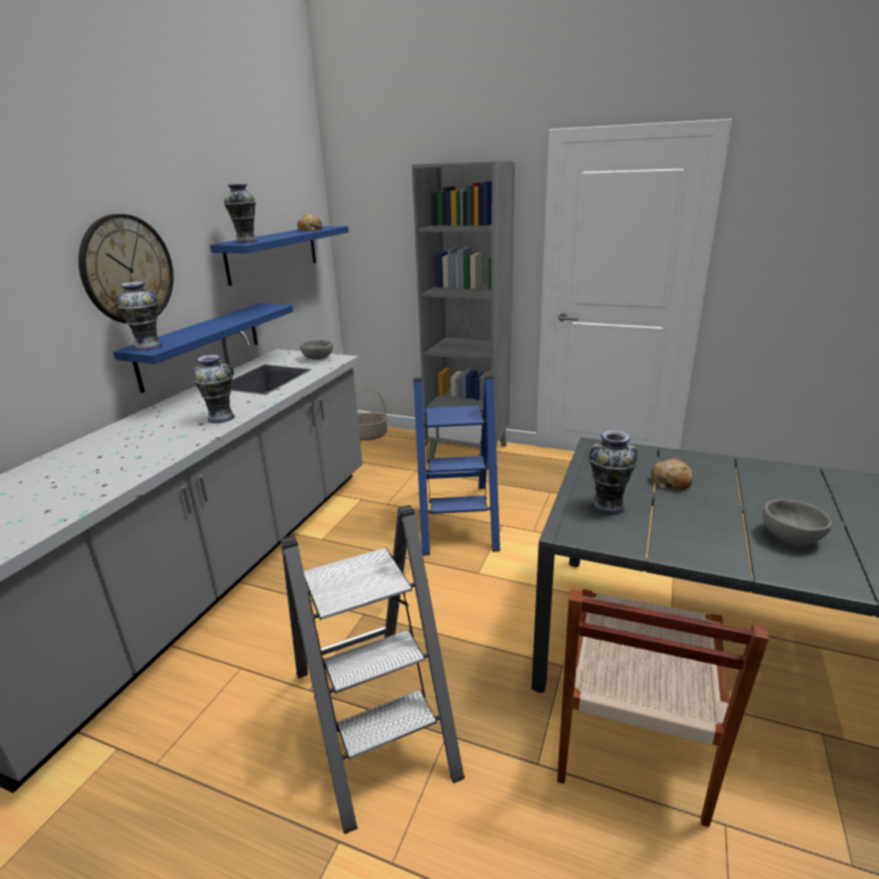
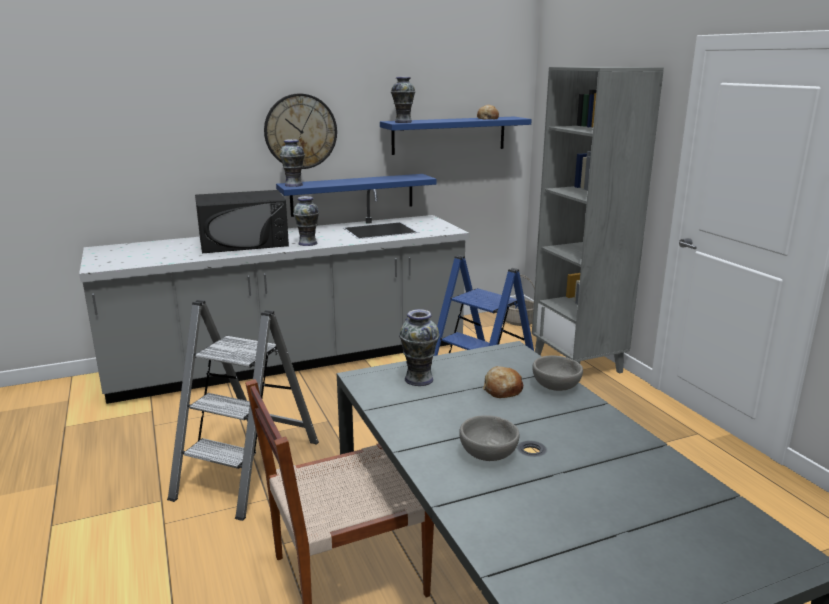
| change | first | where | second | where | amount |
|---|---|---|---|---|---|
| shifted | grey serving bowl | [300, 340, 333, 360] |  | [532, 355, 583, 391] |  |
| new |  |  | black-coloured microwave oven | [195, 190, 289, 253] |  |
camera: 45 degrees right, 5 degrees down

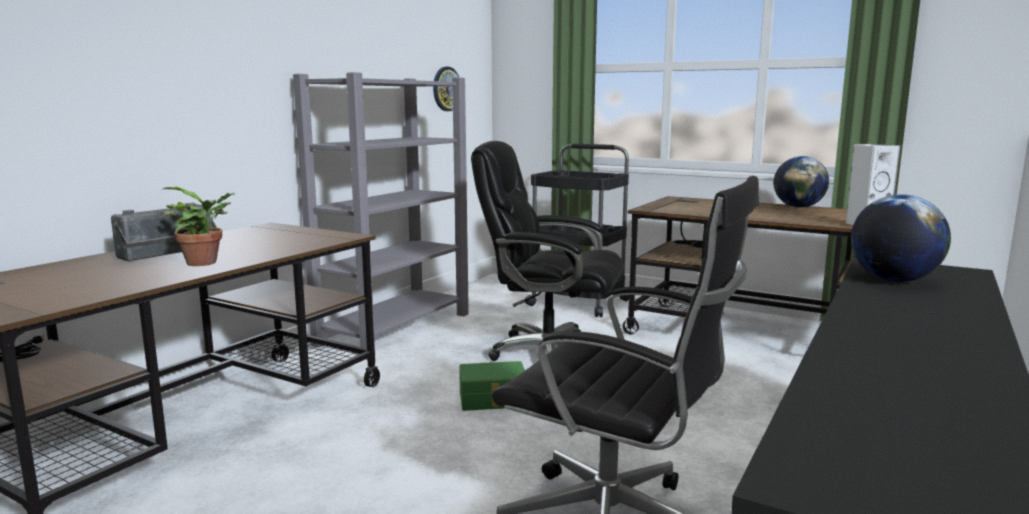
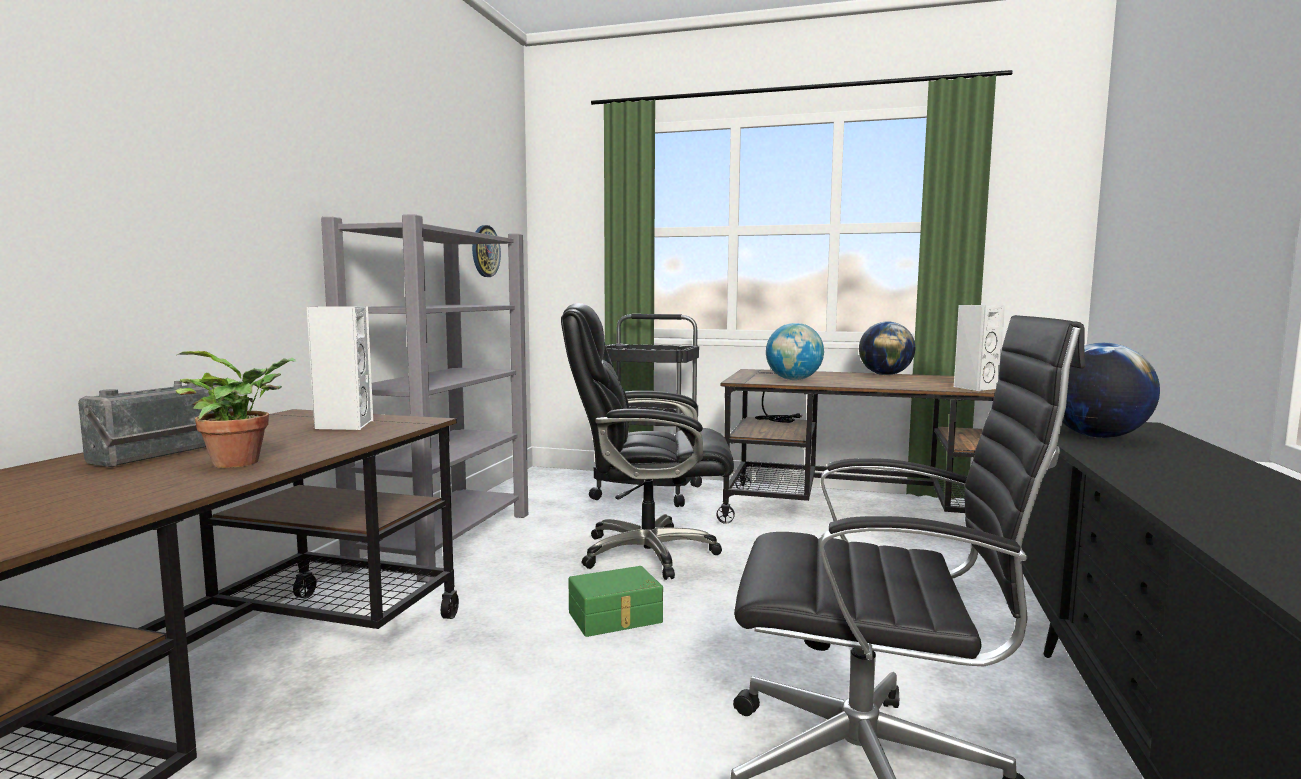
| change | first | where | second | where | amount |
|---|---|---|---|---|---|
| new |  |  | white audio speaker | [307, 306, 373, 430] |  |
| new |  |  | desk globe | [766, 323, 824, 380] |  |
camera: 15 degrees left, 5 degrees down

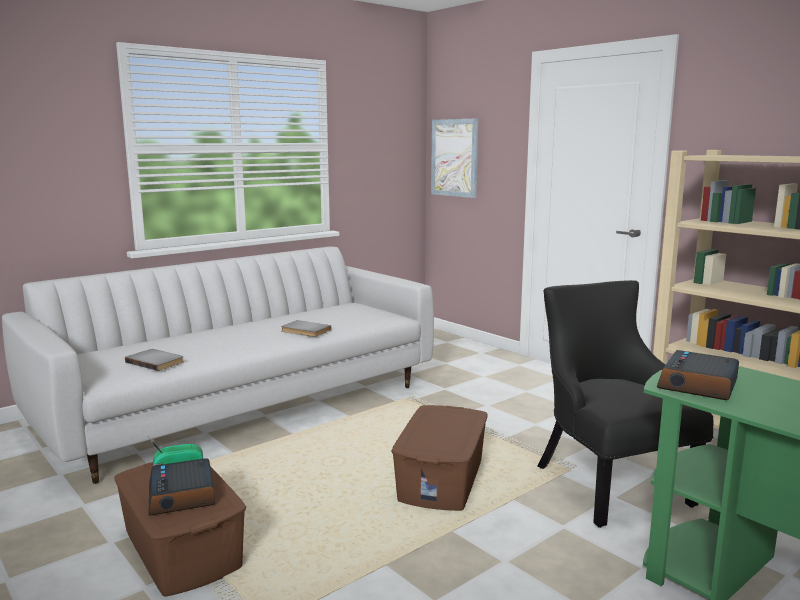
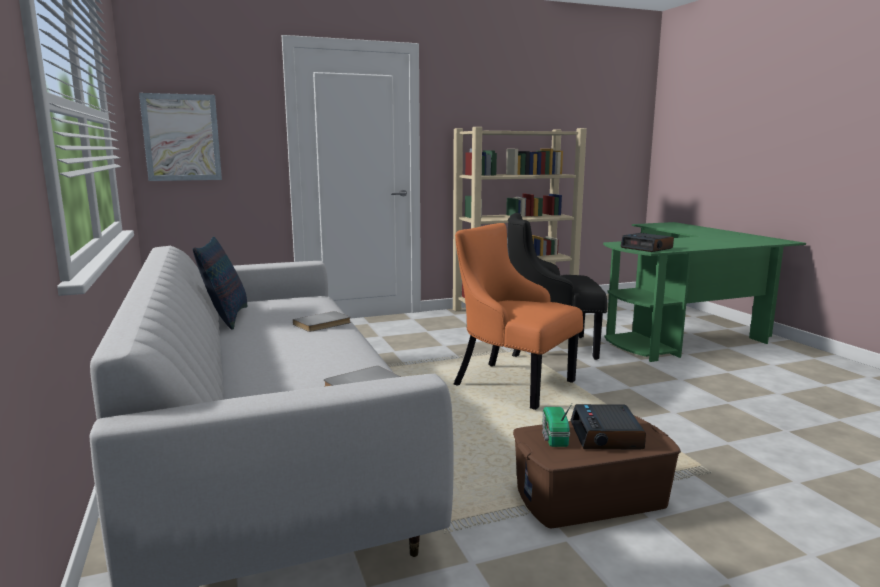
| change | first | where | second | where | amount |
|---|---|---|---|---|---|
| rotated | bedside clock | [149, 458, 215, 516] |  | [570, 404, 646, 449] | 90 degrees clockwise |
| swapped | brown storage box | [391, 405, 488, 511] | orange plain chair | [453, 223, 583, 410] |  |
| new |  |  | blue throw pillow | [193, 236, 247, 329] |  |
camera: 70 degrees left, 0 degrees up

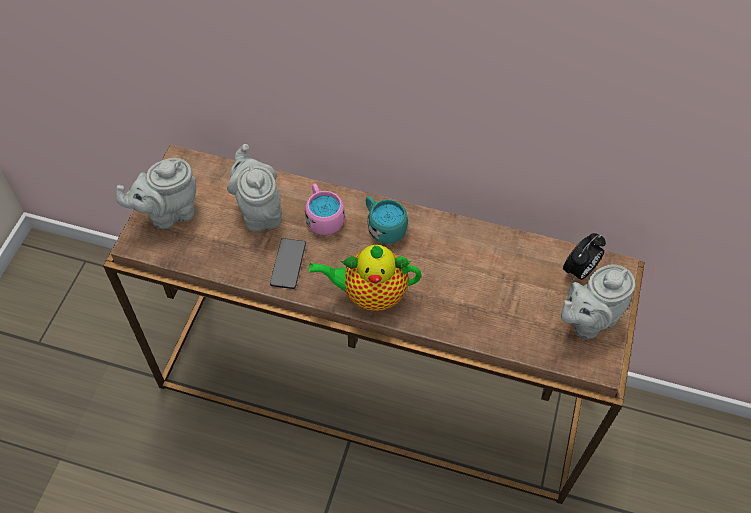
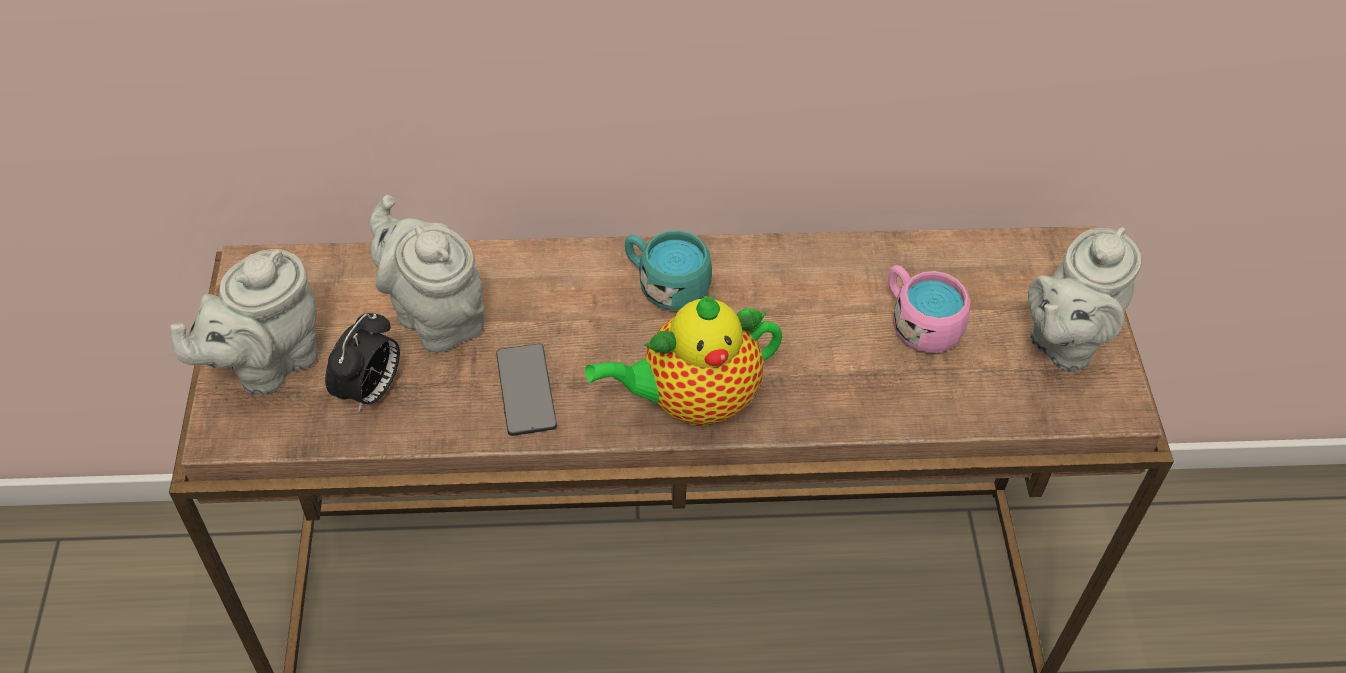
| change | first | where | second | where | amount |
|---|---|---|---|---|---|
| shifted | pink mug | [305, 184, 345, 235] |  | [888, 265, 971, 353] |  |
| shifted | bedside clock | [563, 233, 606, 281] |  | [325, 313, 400, 412] |  |
camera: 20 degrees left, 5 degrees down

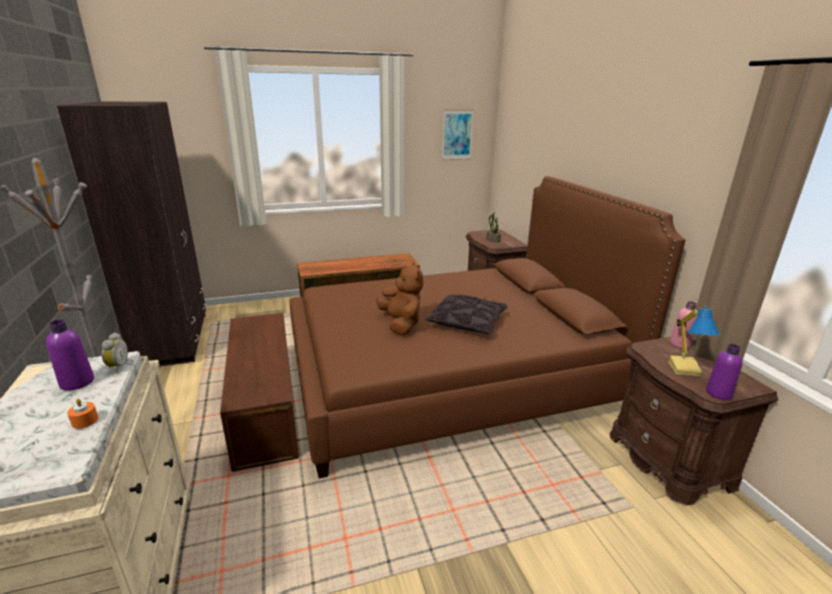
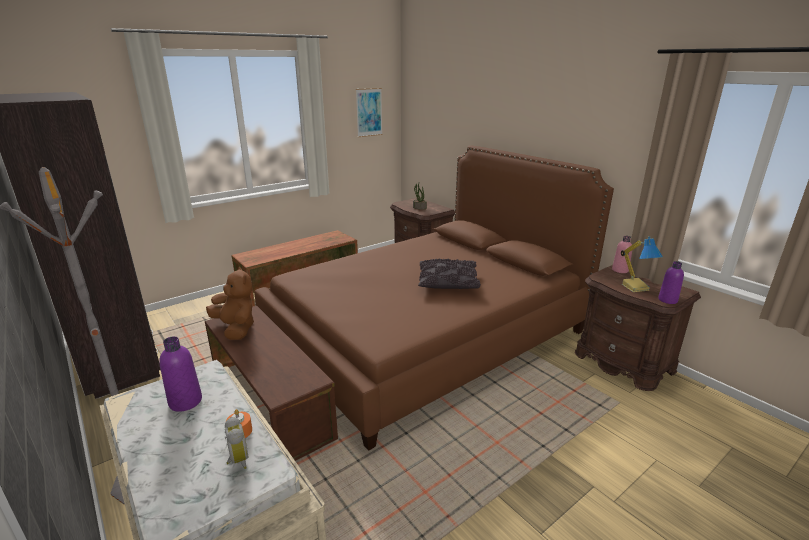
| change | first | where | second | where | amount |
|---|---|---|---|---|---|
| shifted | bedside clock | [102, 332, 128, 373] |  | [225, 417, 248, 469] |  |
| shifted | brown soft toy | [377, 262, 423, 335] |  | [206, 267, 254, 340] |  |
camera: 20 degrees left, 0 degrees up

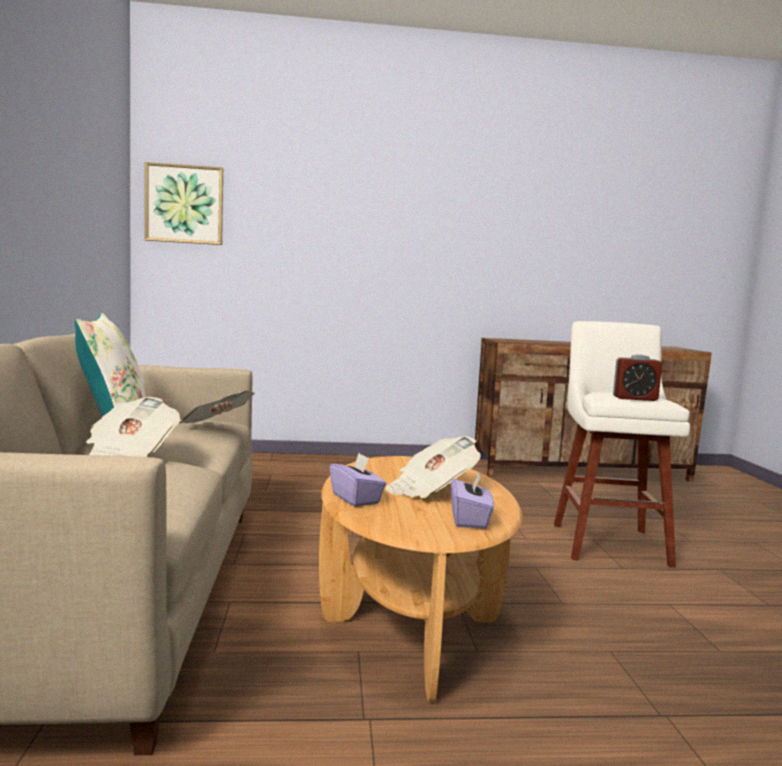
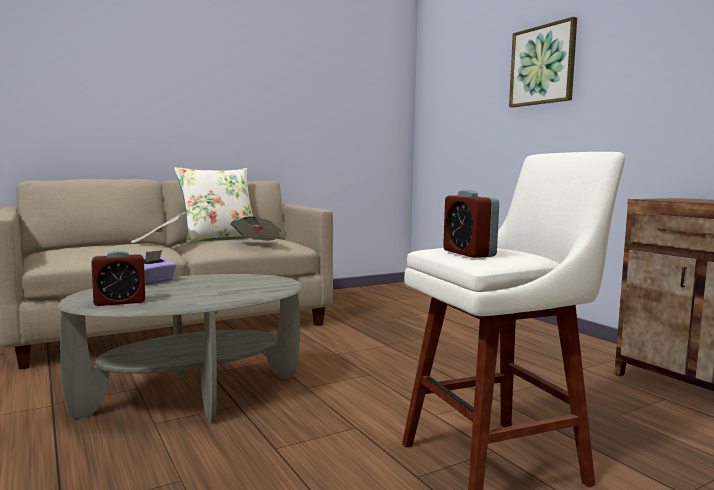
| change | first | where | second | where | amount |
|---|---|---|---|---|---|
| shifted | picture | [145, 162, 223, 245] |  | [509, 17, 577, 107] |  |
| repainted | brown low table | [319, 456, 523, 701] | grey low table | [57, 274, 303, 423] |  |
| gone | newspaper | [385, 436, 481, 498] |  |  |  |
| swapped | purple-coloured box of tissues | [451, 473, 494, 529] | bedside clock | [91, 251, 145, 306] |  |
camera: 65 degrees right, 0 degrees up

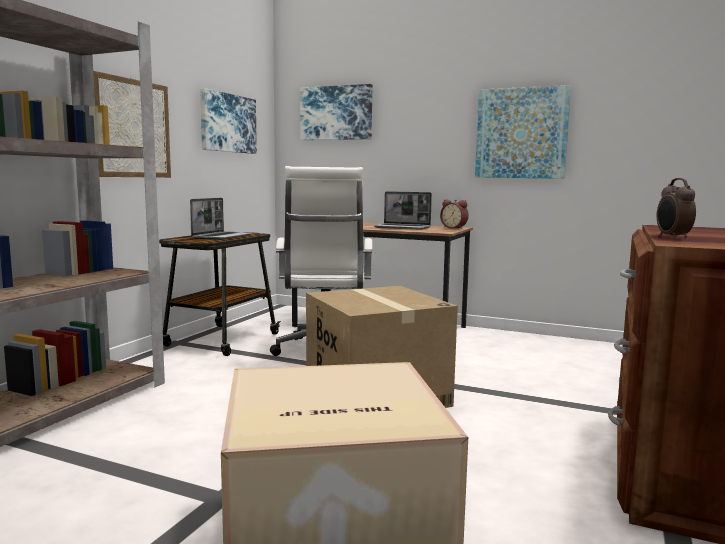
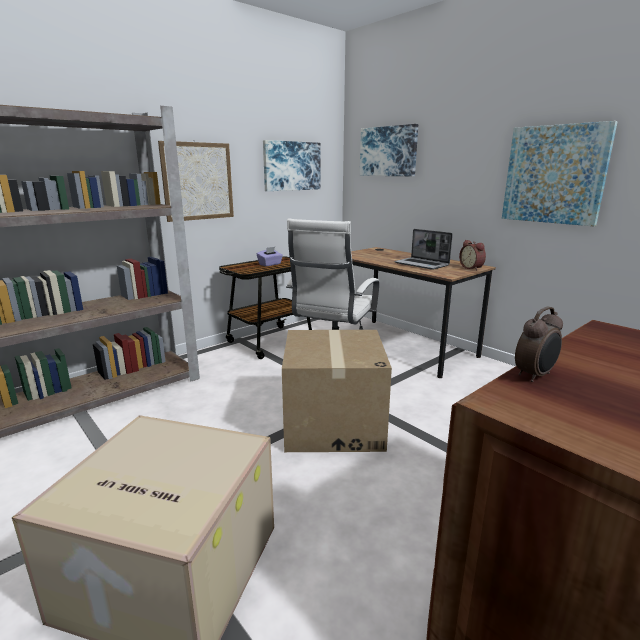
| change | first | where | second | where | amount |
|---|---|---|---|---|---|
| swapped | portable computer | [190, 198, 253, 240] | purple-coloured box of tissues | [257, 247, 283, 266] |  |
| rotated | bedside clock | [657, 178, 696, 239] |  | [515, 307, 563, 382] | 150 degrees counterclockwise |
camera: 25 degrees right, 10 degrees up

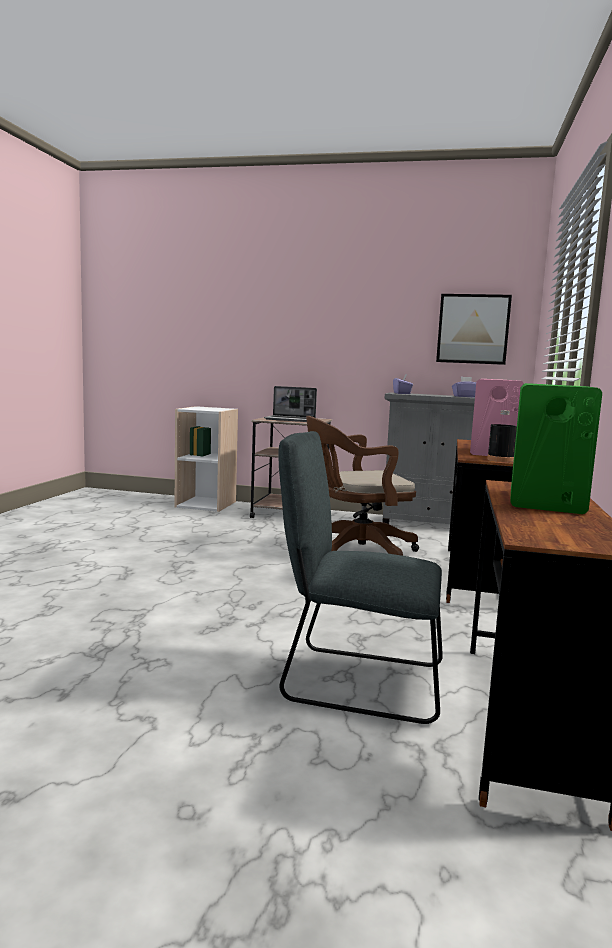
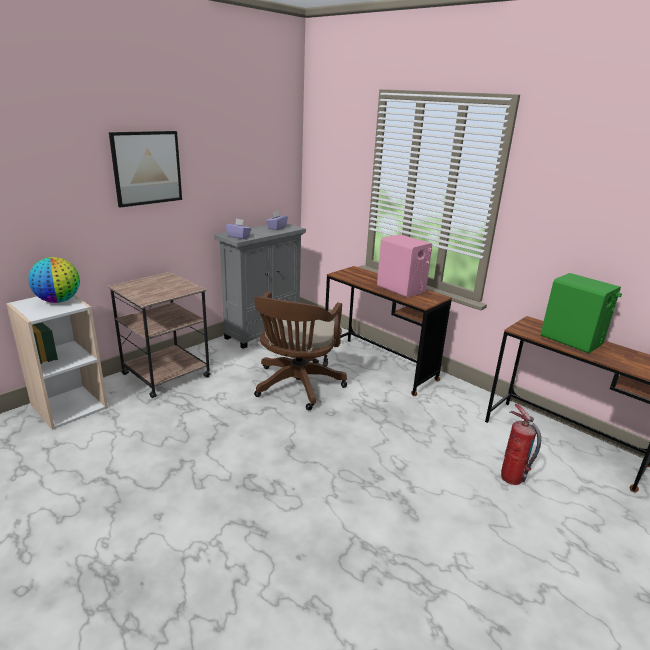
| change | first | where | second | where | amount |
|---|---|---|---|---|---|
| gone | portable computer | [264, 386, 317, 422] |  |  |  |
| swapped | grey plain chair | [278, 431, 443, 724] | extinguisher | [501, 404, 541, 485] |  |
| shifted | picture | [436, 294, 512, 365] |  | [109, 131, 182, 207] |  |
| gone | black-coloured beverage bottle | [487, 410, 517, 462] |  |  |  |
| new |  |  | desk globe | [28, 257, 80, 303] |  |
camera: 60 degrees left, 15 degrees up

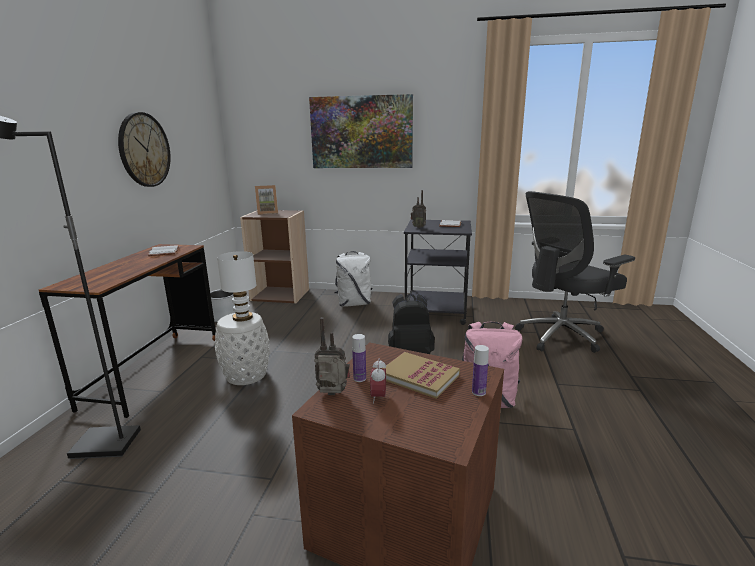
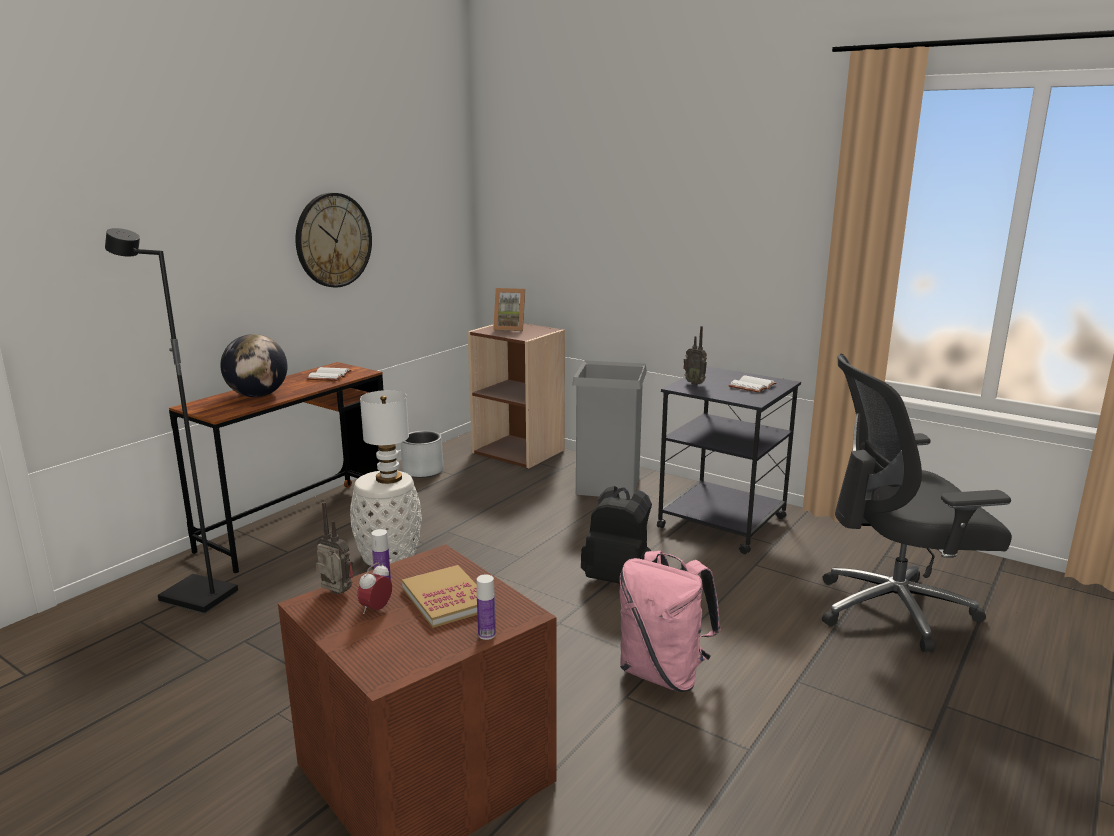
| change | first | where | second | where | amount |
|---|---|---|---|---|---|
| gone | picture | [309, 94, 413, 168] |  |  |  |
| swapped | white knapsack | [334, 251, 372, 307] | grey waste bin | [572, 361, 647, 499] |  |
| new |  |  | desk globe | [220, 334, 288, 397] |  |
camera: 25 degrees right, 0 degrees up

